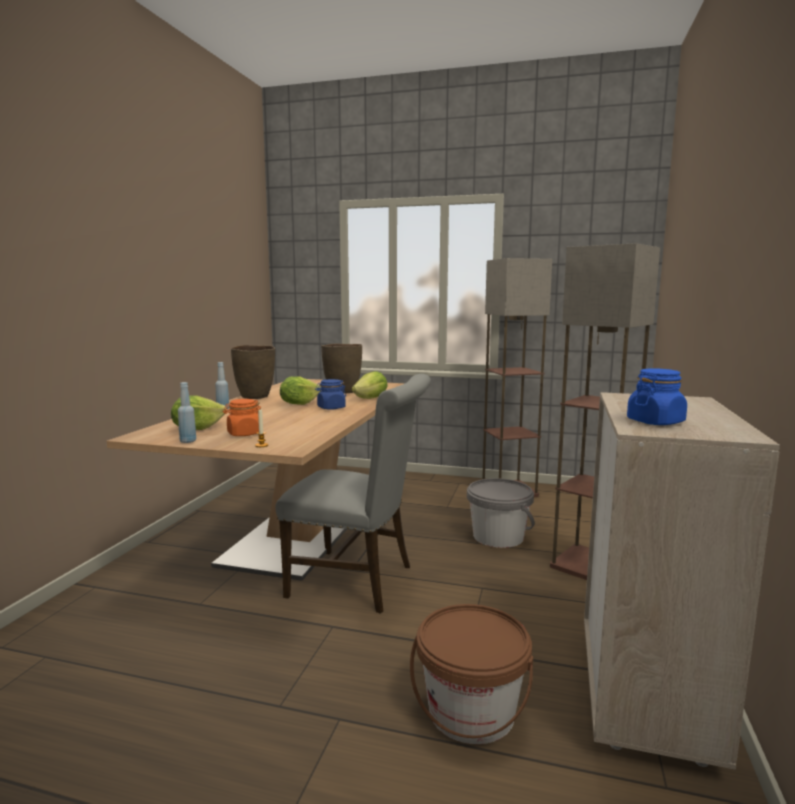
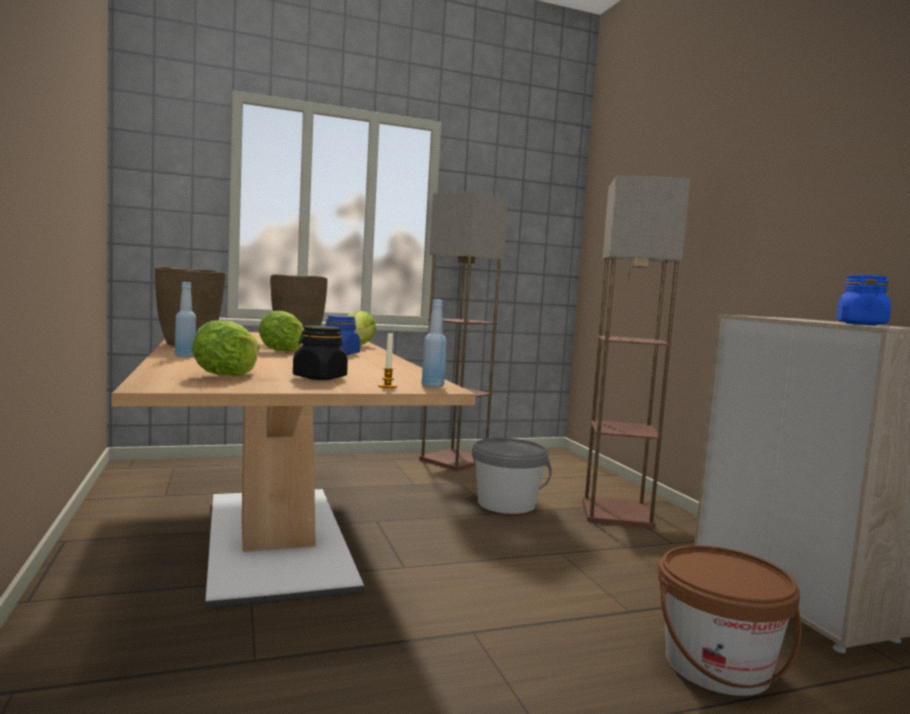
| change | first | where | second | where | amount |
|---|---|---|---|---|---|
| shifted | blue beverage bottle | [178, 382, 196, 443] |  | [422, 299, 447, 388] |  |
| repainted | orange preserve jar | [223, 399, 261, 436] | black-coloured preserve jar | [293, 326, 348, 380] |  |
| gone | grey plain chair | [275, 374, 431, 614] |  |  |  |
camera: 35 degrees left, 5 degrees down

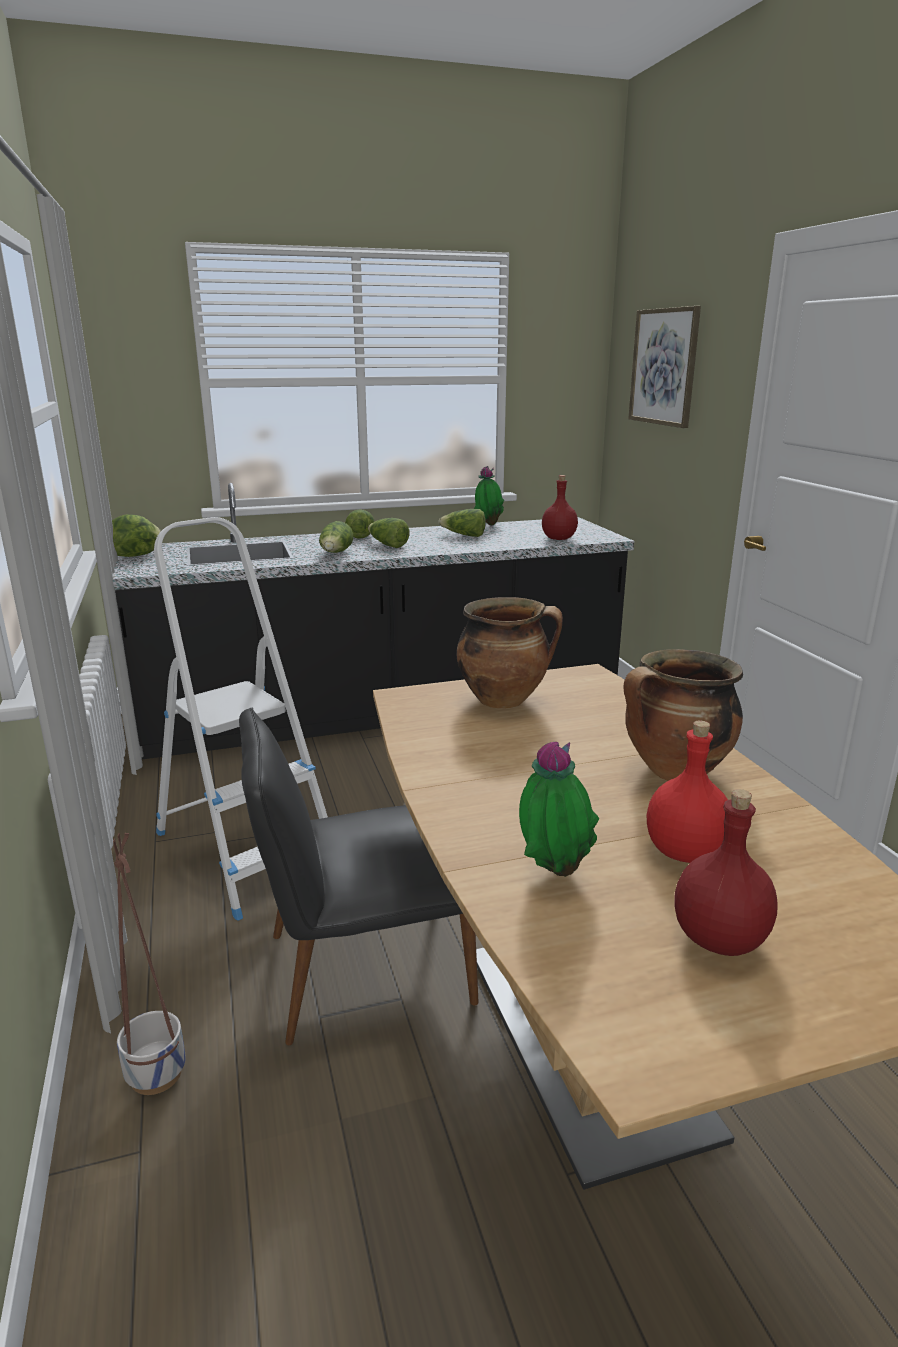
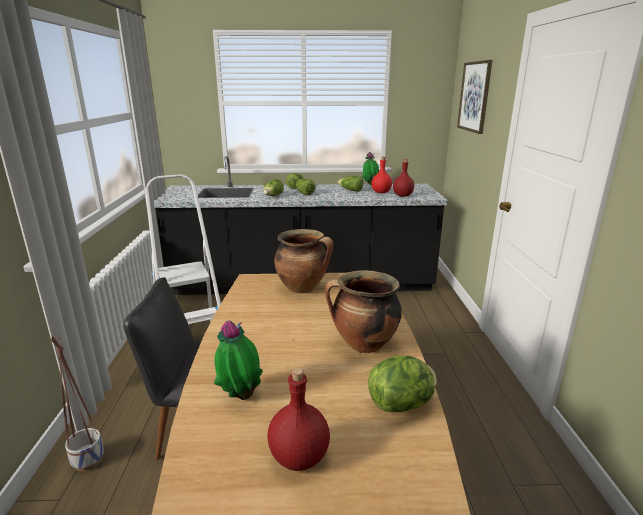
| change | first | where | second | where | amount |
|---|---|---|---|---|---|
| shifted | head of lettuce | [112, 514, 161, 557] |  | [368, 356, 437, 412] |  |
| shifted | reddish beverage bottle | [647, 720, 728, 863] |  | [371, 157, 392, 193] |  |
camera: 15 degrees right, 0 degrees up

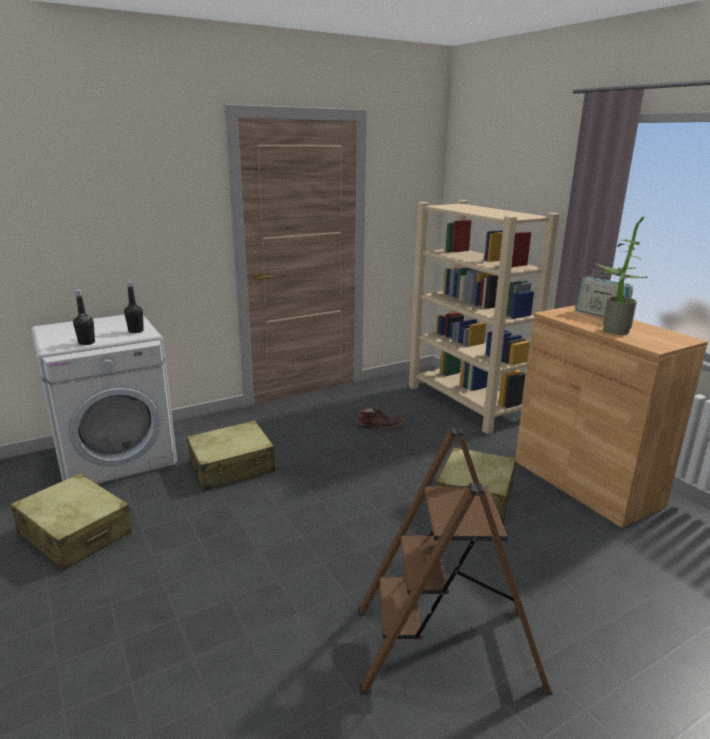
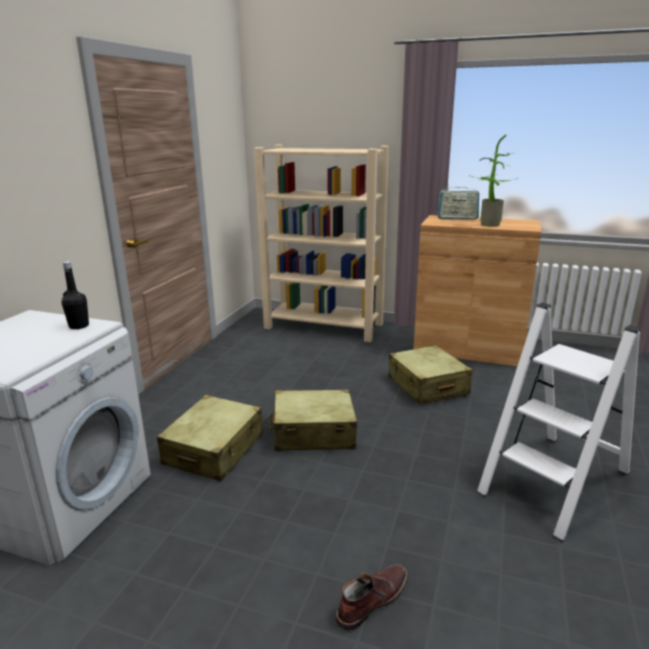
| change | first | where | second | where | amount |
|---|---|---|---|---|---|
| shifted | beige suitcase | [11, 473, 132, 570] |  | [268, 389, 357, 451] |  |
| gone | black-coloured beverage bottle | [73, 290, 95, 345] |  |  |  |
| shifted | brown boot | [356, 406, 406, 429] |  | [336, 564, 408, 631] |  |
| repainted | brown step ladder | [358, 428, 553, 695] | white step ladder | [476, 303, 640, 543] |  |
camera: 40 degrees left, 0 degrees up

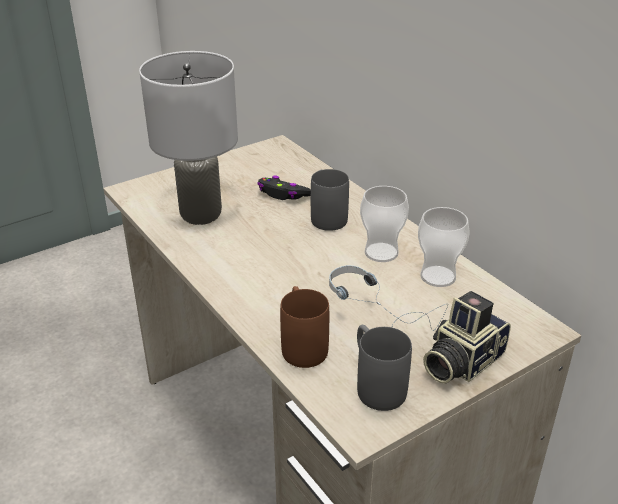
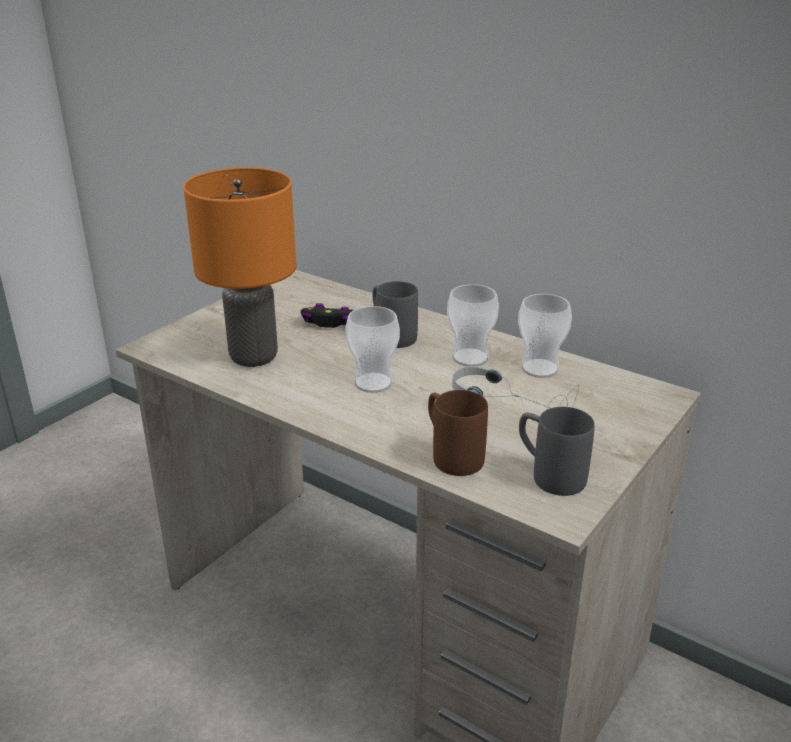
| change | first | where | second | where | amount |
|---|---|---|---|---|---|
| repainted | white tabletop lamp | [139, 51, 238, 225] | orange tabletop lamp | [183, 167, 296, 367] |  |
| gone | still camera | [423, 291, 511, 384] |  |  |  |
| new |  |  | drinking cup | [345, 306, 400, 393] |  |
camera: 20 degrees left, 5 degrees down

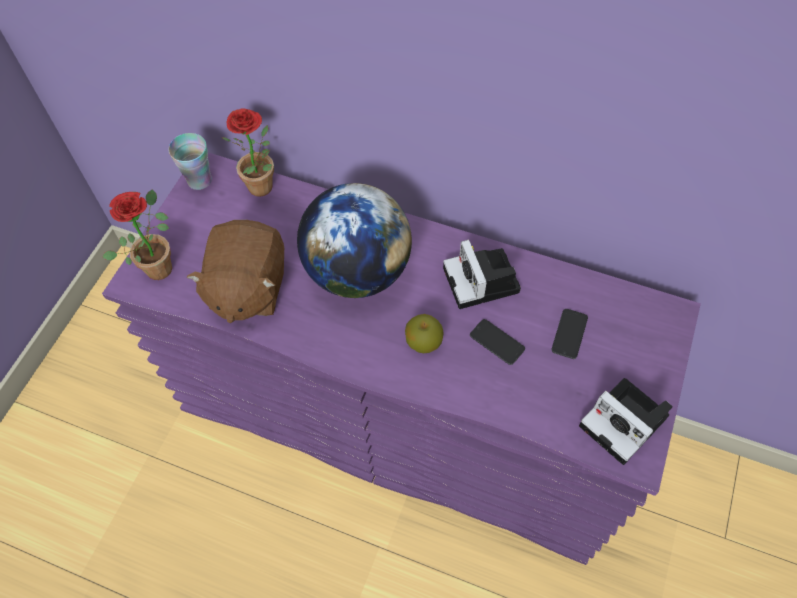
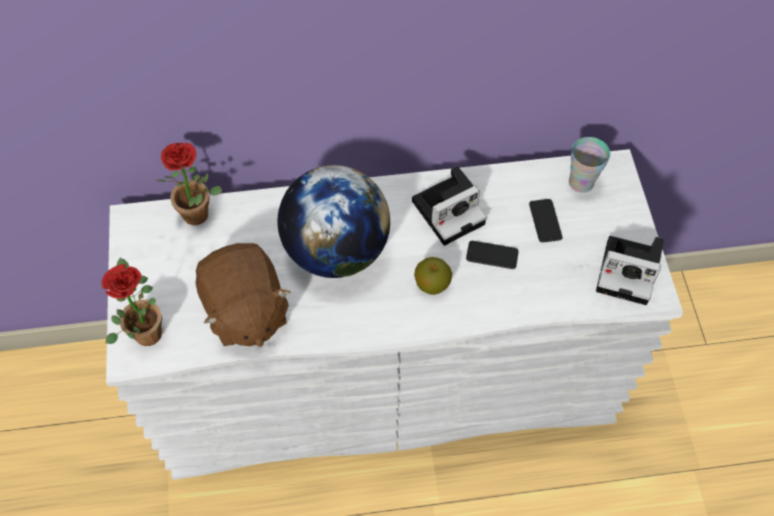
| change | first | where | second | where | amount |
|---|---|---|---|---|---|
| repainted | purple-coloured chest of drawers | [102, 152, 701, 565] | white chest of drawers | [106, 149, 683, 480] |  |
| shifted | drinking cup | [168, 133, 212, 190] |  | [569, 137, 610, 193] |  |
| rotated | still camera | [443, 239, 521, 309] |  | [412, 166, 487, 246] | 75 degrees counterclockwise |
camera: 30 degrees left, 0 degrees up

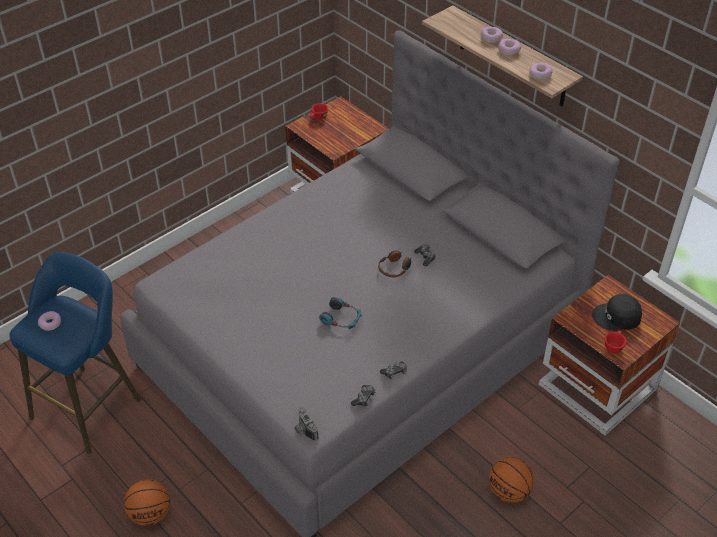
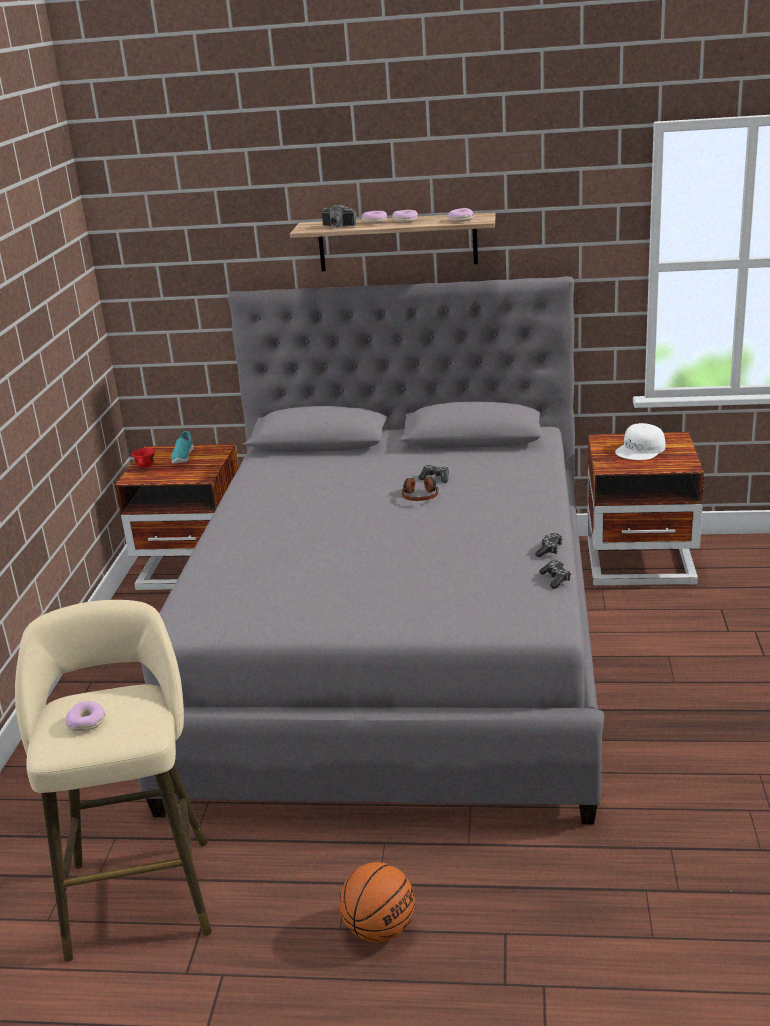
| change | first | where | second | where | amount |
|---|---|---|---|---|---|
| repainted | blue stool seat | [9, 252, 141, 454] | beige stool seat | [15, 600, 212, 962] |  |
| shifted | still camera | [295, 408, 319, 441] |  | [321, 205, 356, 227] |  |
| gone | pair of headphones | [319, 297, 362, 329] |  |  |  |
| gone | basketball ball | [489, 457, 534, 503] |  |  |  |
| repainted | black-coloured cap | [592, 294, 642, 331] | white cap | [615, 423, 666, 460] |  |
| gone | reddish drinking cup | [605, 330, 626, 354] |  |  |  |
| new |  |  | turquoise item of footwear | [171, 431, 194, 463] |  |
camera: 40 degrees left, 20 degrees down

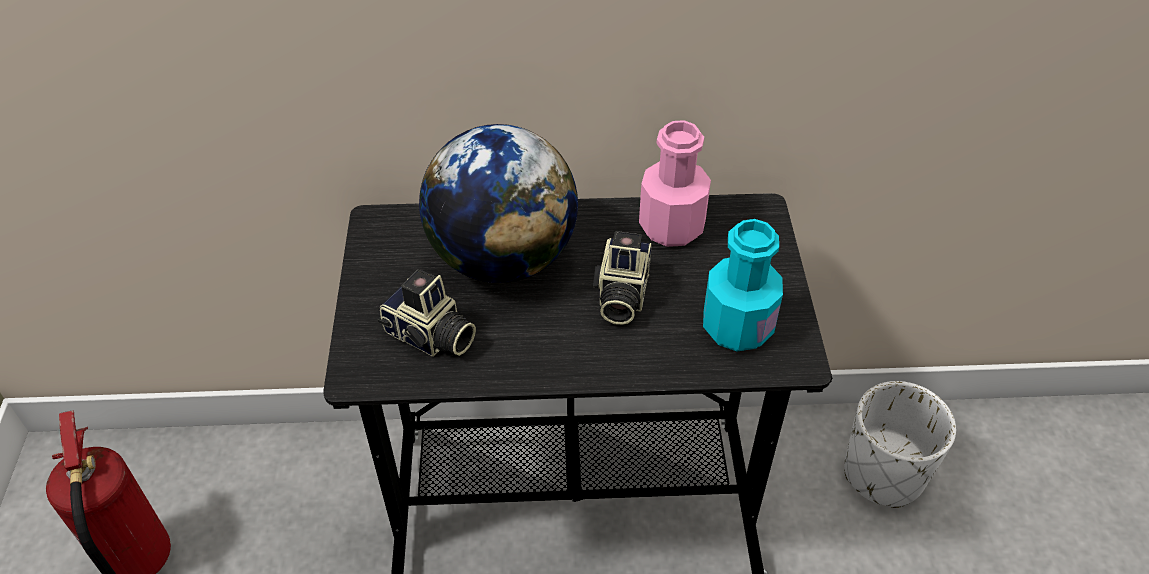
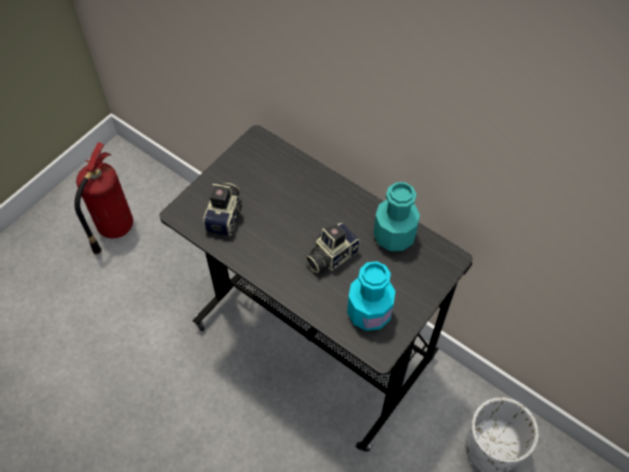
| change | first | where | second | where | amount |
|---|---|---|---|---|---|
| rotated | still camera | [377, 269, 476, 357] |  | [203, 183, 242, 236] | 150 degrees counterclockwise |
| gone | desk globe | [419, 124, 578, 283] |  |  |  |
| repainted | pink beverage bottle | [639, 120, 711, 247] | turquoise beverage bottle | [373, 182, 420, 251] |  |
camera: 40 degrees right, 10 degrees up

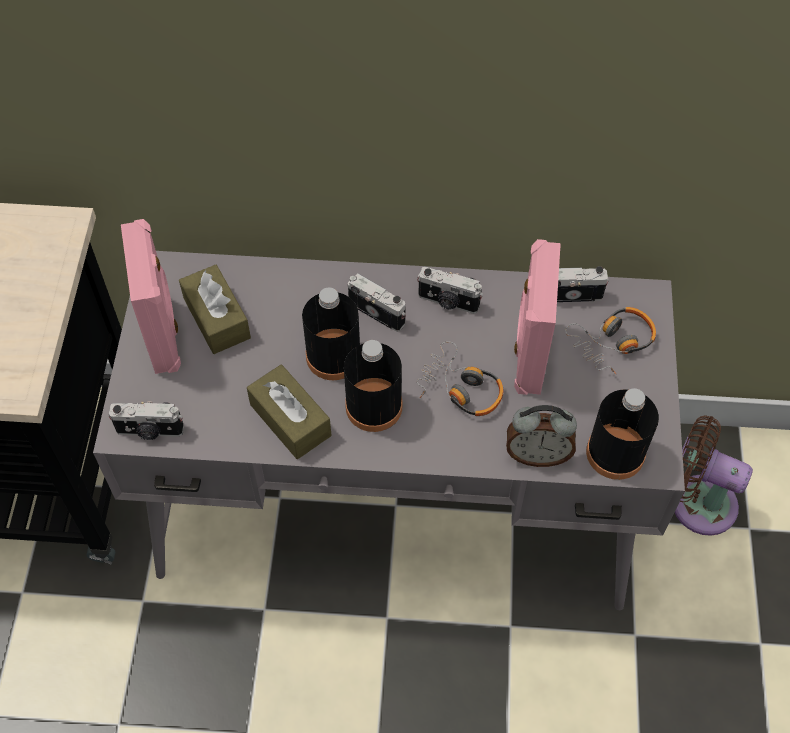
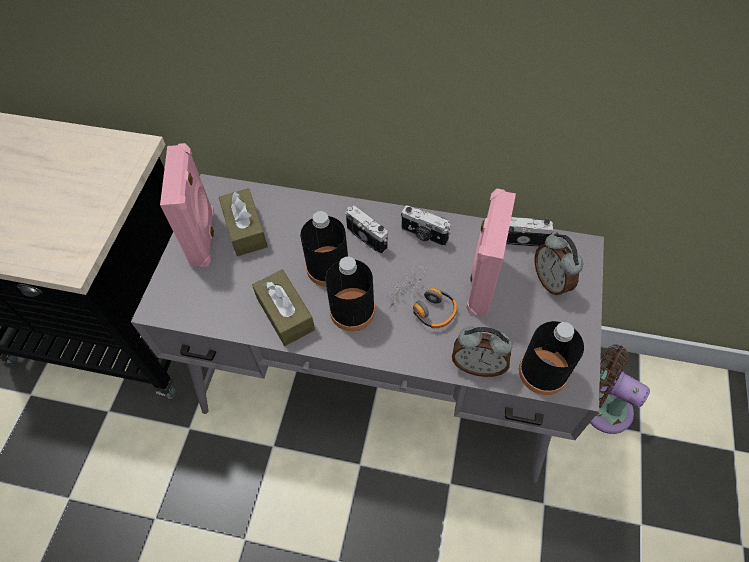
| change | first | where | second | where | amount |
|---|---|---|---|---|---|
| gone | still camera | [109, 401, 184, 440] |  |  |  |
| swapped | pair of headphones | [565, 307, 656, 374] | bedside clock | [534, 233, 583, 296] |  |
camera: 10 degrees right, 0 degrees up

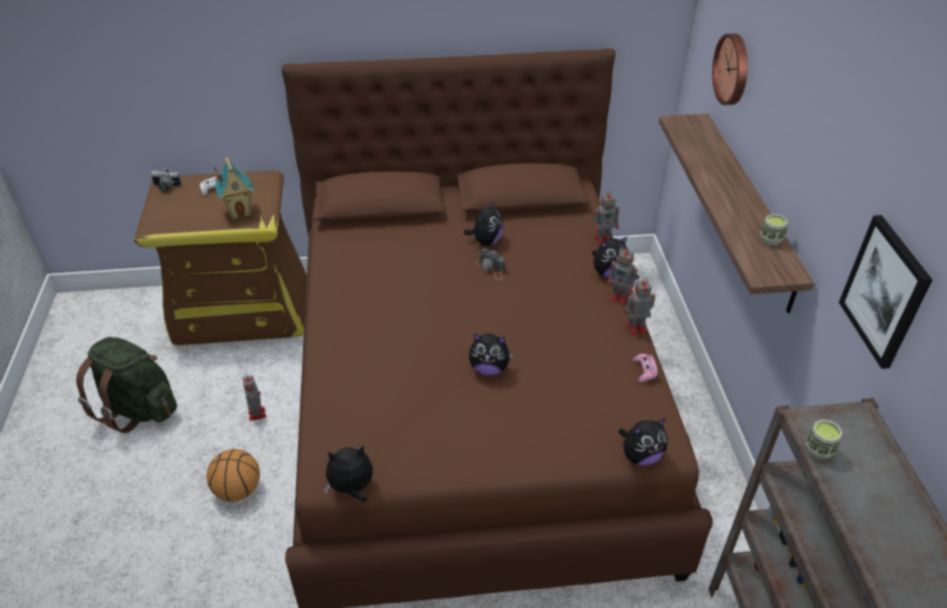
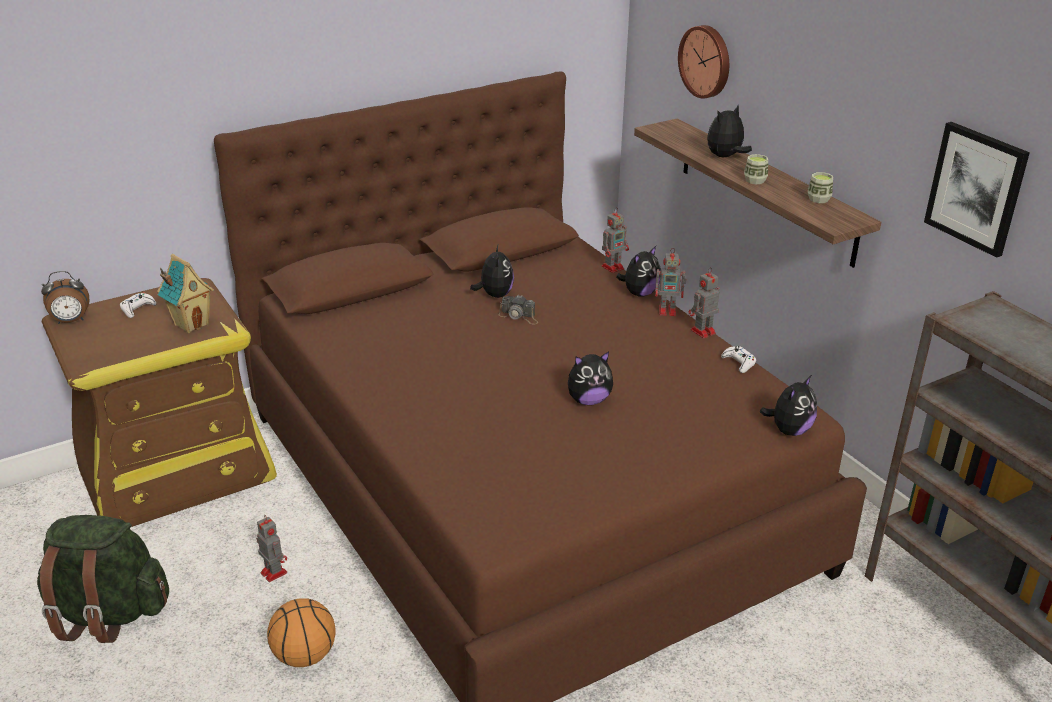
| change | first | where | second | where | amount |
|---|---|---|---|---|---|
| swapped | still camera | [151, 168, 181, 192] | bedside clock | [41, 271, 89, 324] |  |
| shifted | soft toy | [324, 445, 373, 501] |  | [707, 105, 752, 157] |  |
| repainted | pink joypad | [632, 354, 658, 383] | white joypad | [721, 346, 756, 373] |  |
| shifted | drinking cup | [805, 419, 842, 460] |  | [744, 154, 768, 184] |  |
camera: 25 degrees left, 10 degrees down

